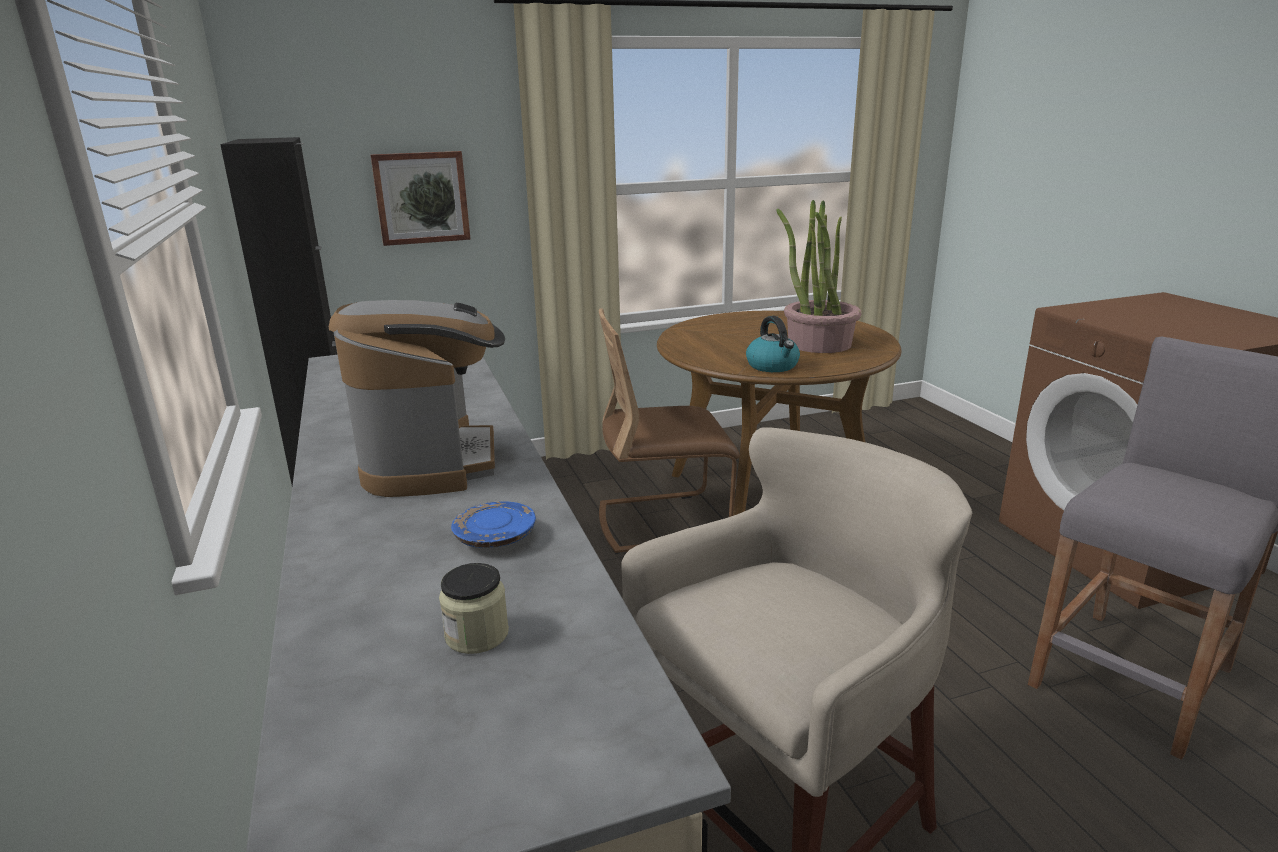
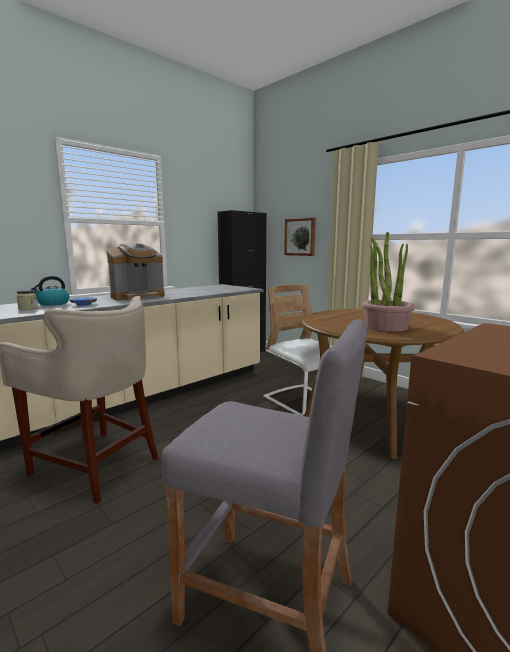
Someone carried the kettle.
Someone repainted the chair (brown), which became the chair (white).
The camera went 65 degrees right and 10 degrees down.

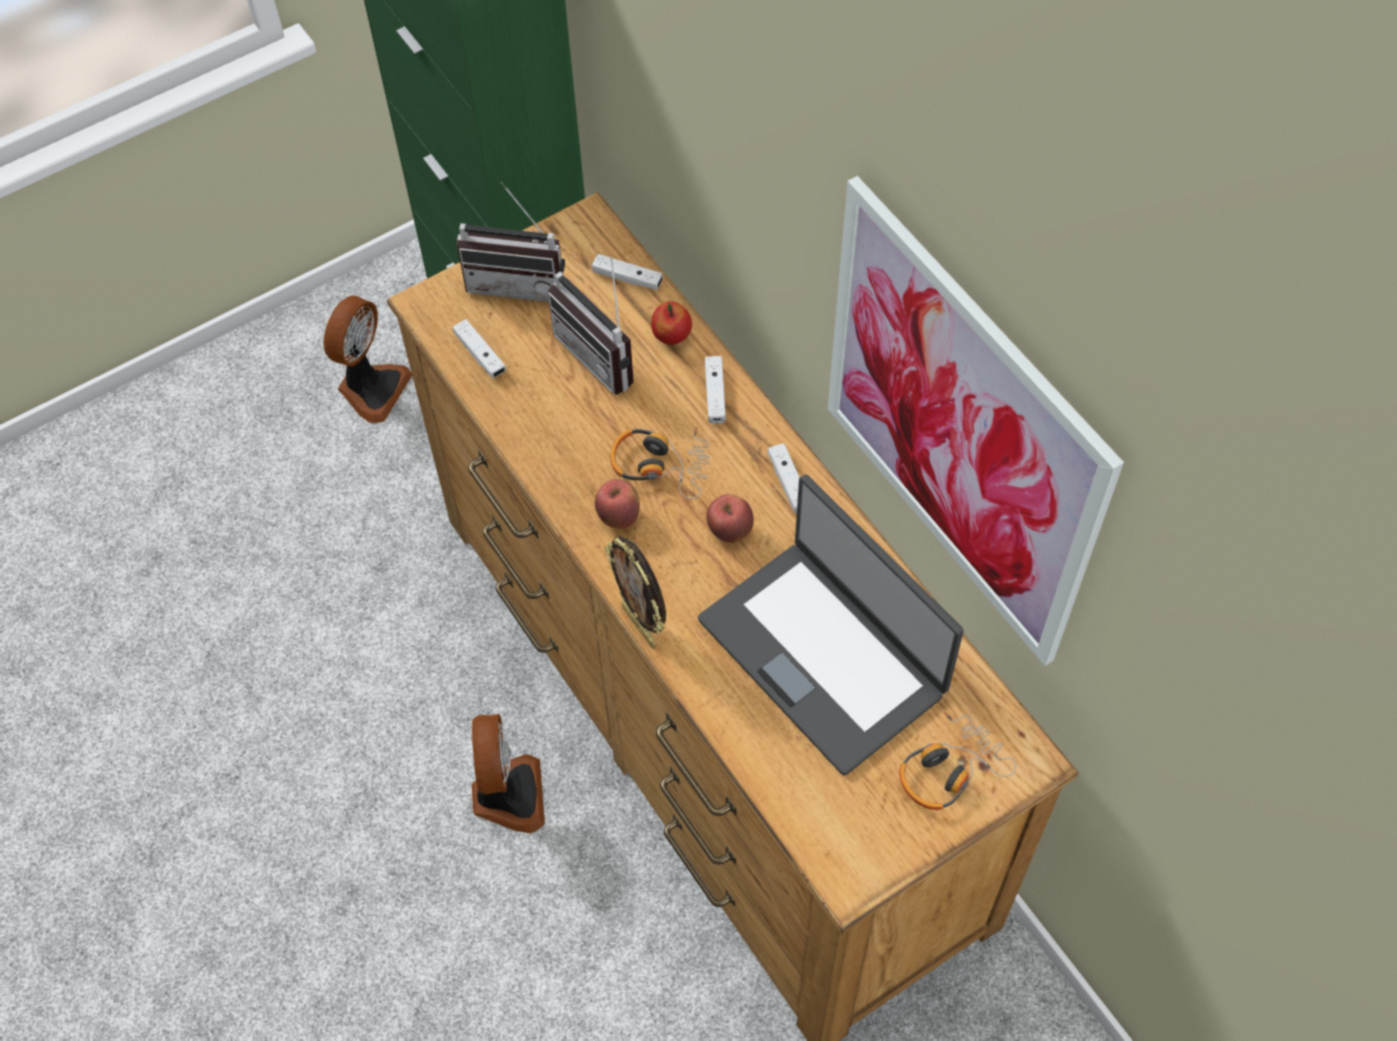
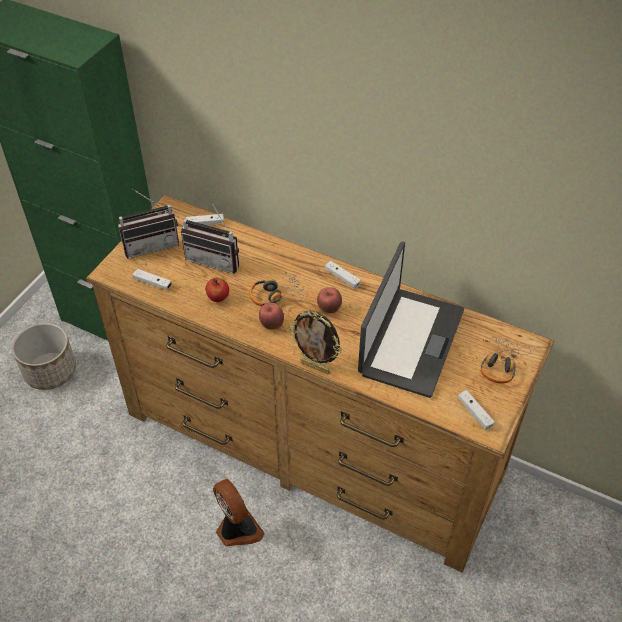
Someone took away the picture.
Someone carried the apple (2nd from left in the first image).
Someone carried the game controller (white) (3rd from left in the first image).
Someone swapped the fan (1st from left) for the planter.
Someone rotated the laptop by 90 degrees counterclockwise.
The camera went 30 degrees left and 10 degrees down.

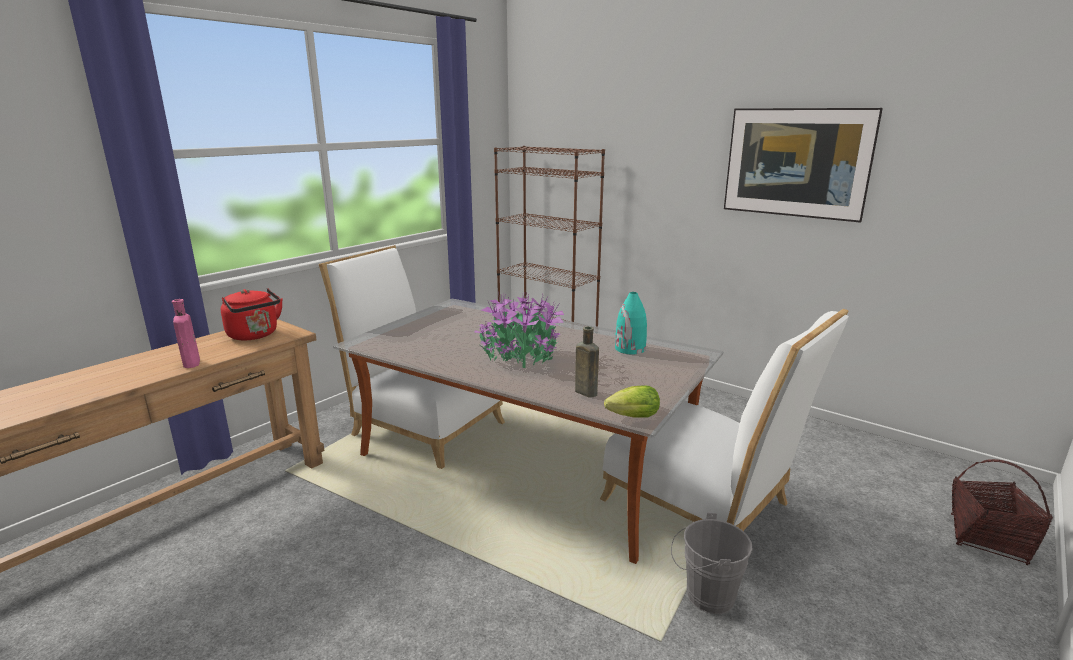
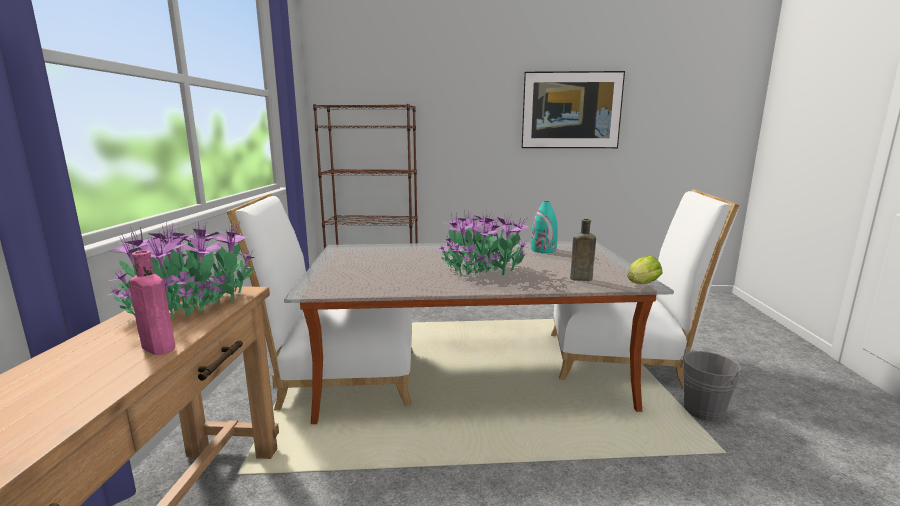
Someone took away the basket.
Someone swapped the kettle (red) for the potted plant (1st from left).
The camera went 35 degrees left and 5 degrees down.

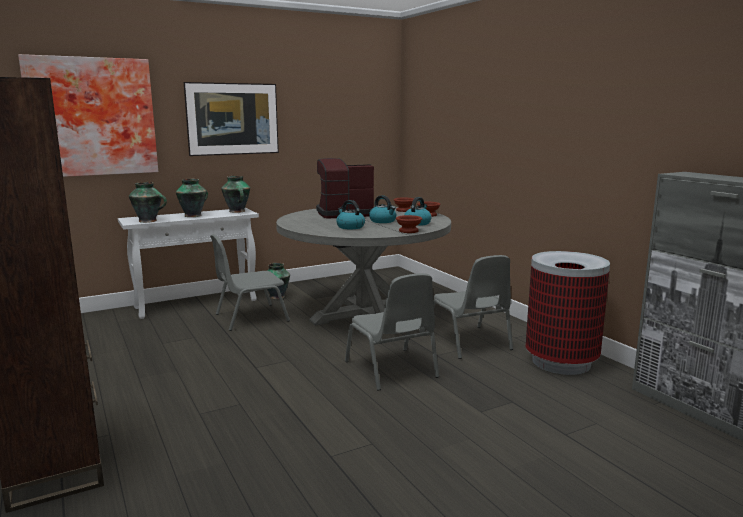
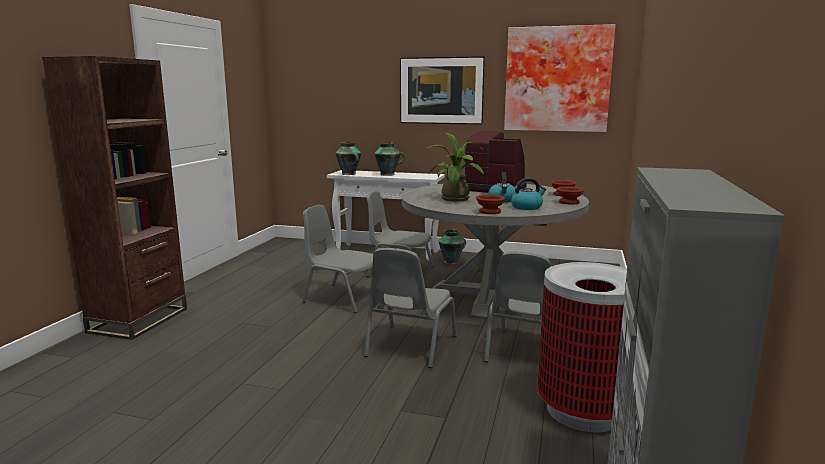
Someone took away the vase (3rd from left).
Someone put down the chair (grey) (1st from left).
Someone carried the picture (1st from left in the first image).
Someone swapped the kettle (1st from left) for the potted plant.
The camera went 45 degrees right and 0 degrees up.

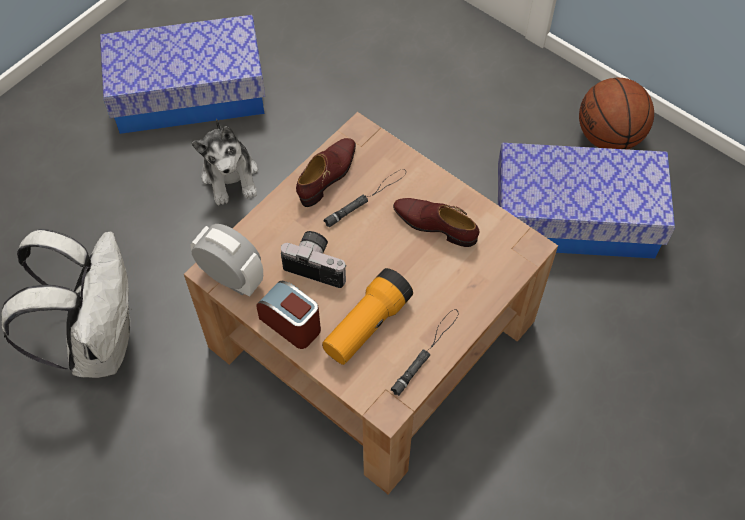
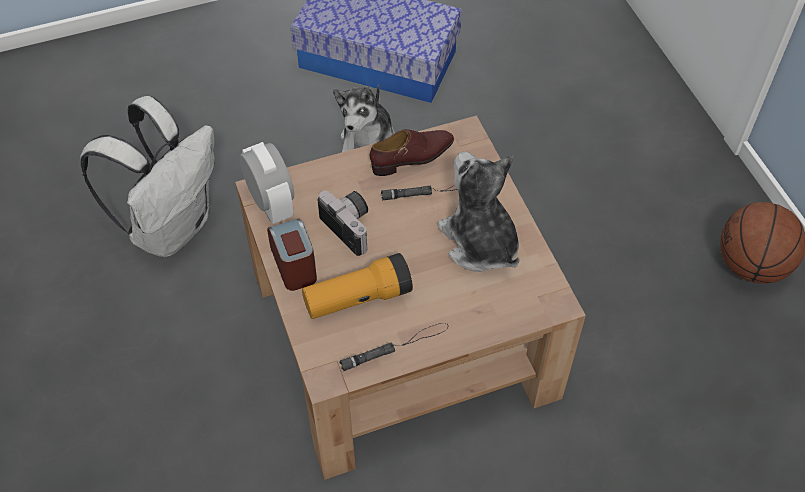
Someone took away the storage box (2nd from left).
Someone swapped the shoe (brown) (2nd from left) for the plush toy (2nd from left).
The camera went 30 degrees right and 5 degrees down.

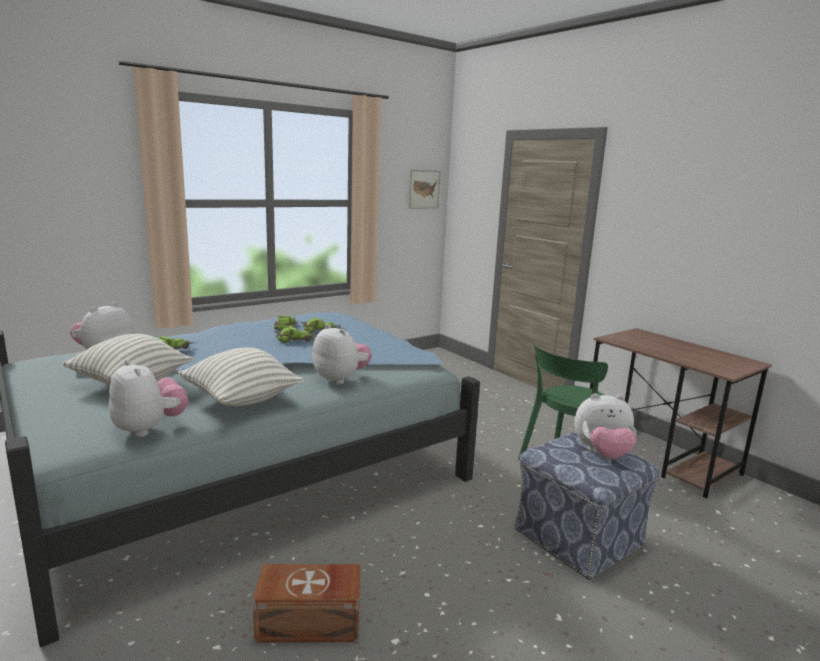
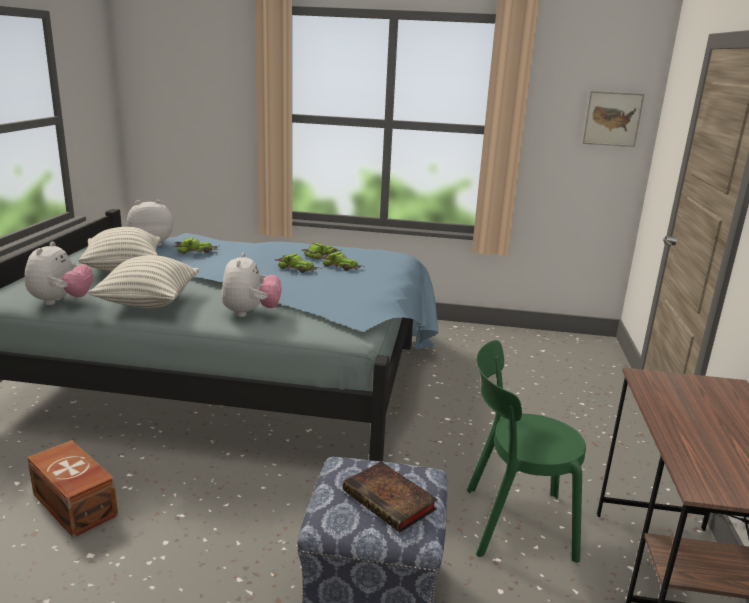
Someone swapped the plush toy (4th from left) for the book.
The camera went 45 degrees right and 5 degrees up.

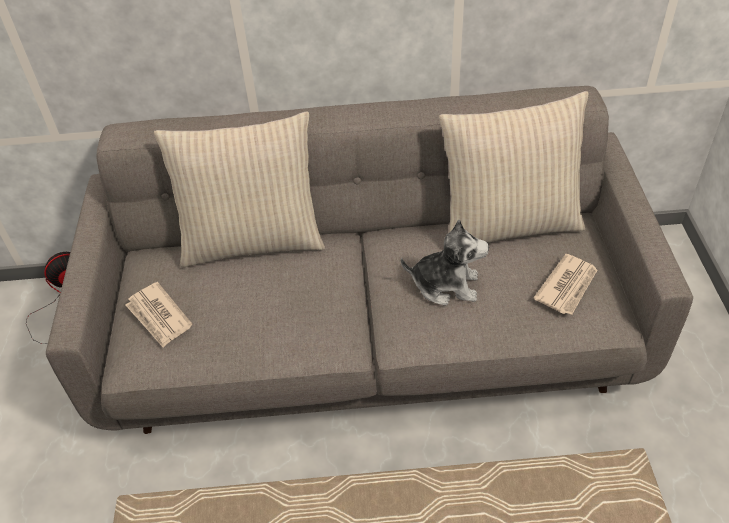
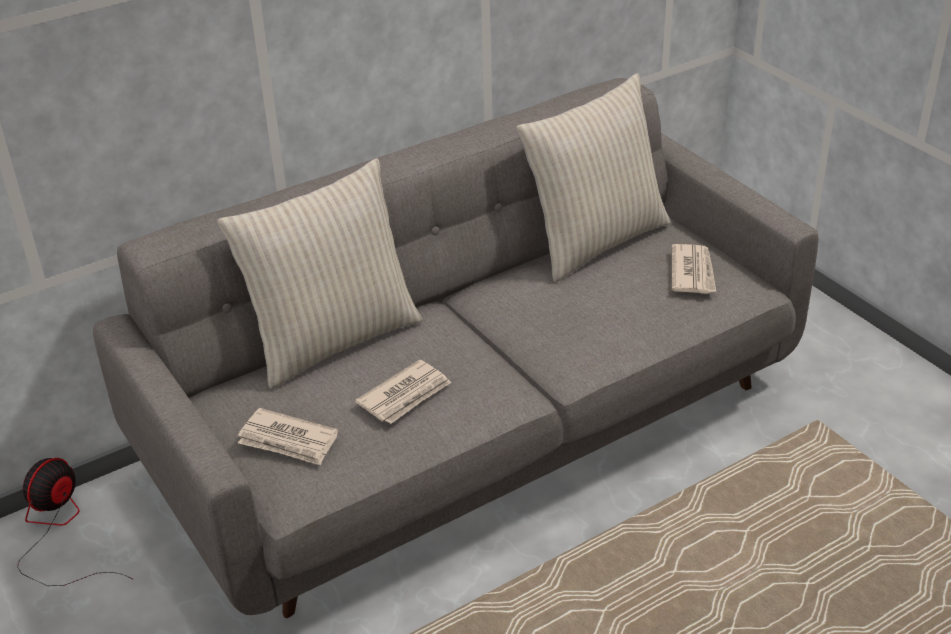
Someone took away the plush toy.
Someone put down the newspaper (2nd from left).
The camera went 30 degrees left and 10 degrees down.

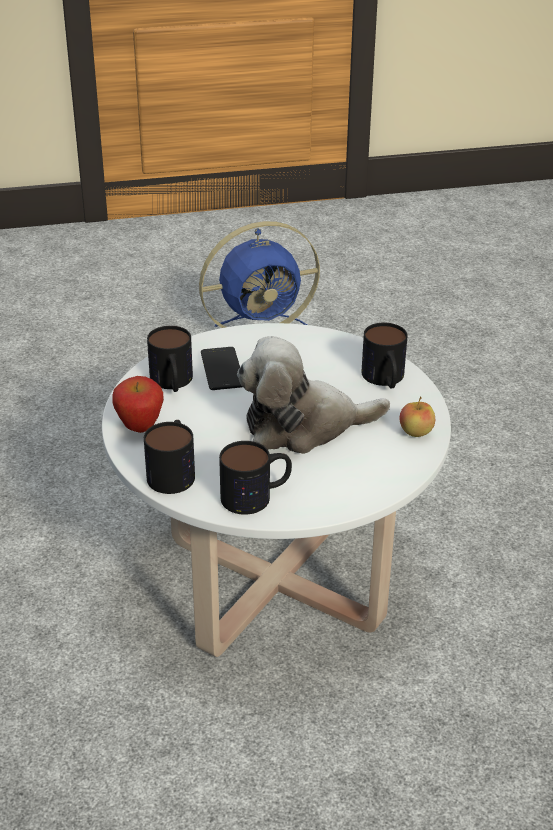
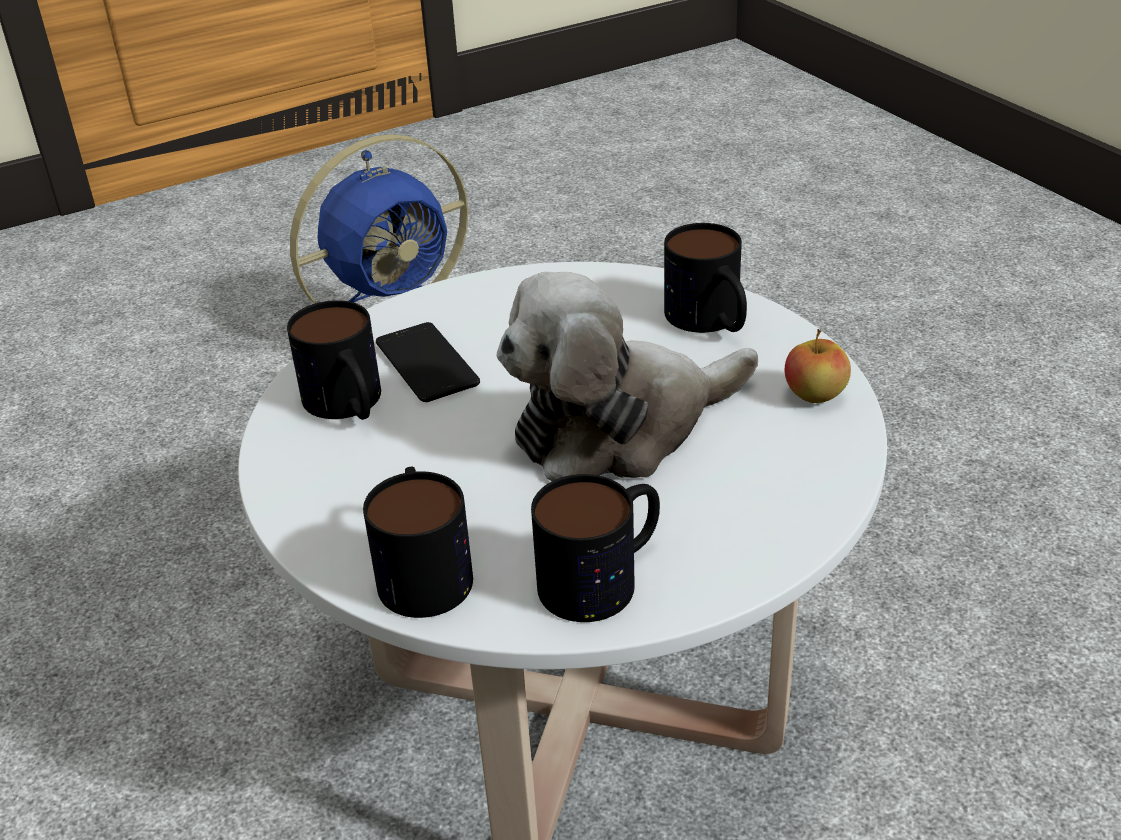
Someone took away the apple (1st from left).
The camera went 15 degrees left and 0 degrees up.

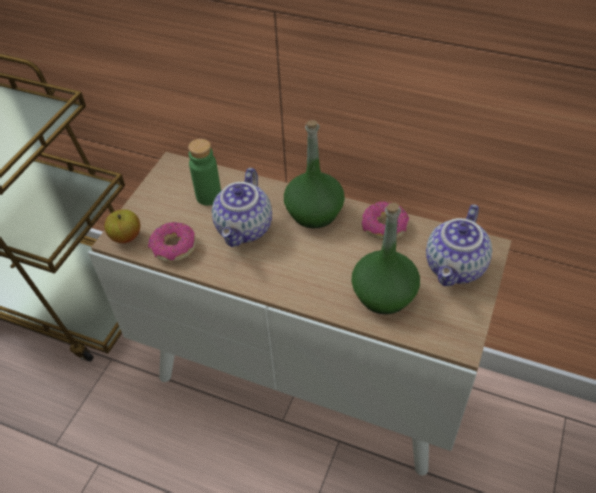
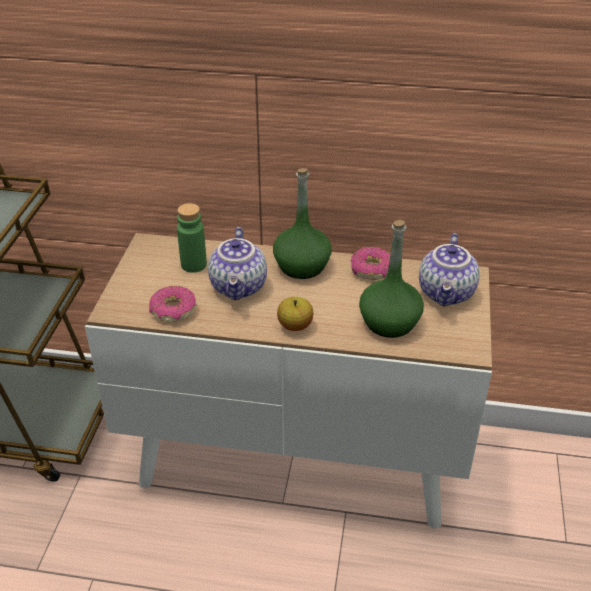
Someone carried the apple.
The camera went 15 degrees left and 10 degrees down.

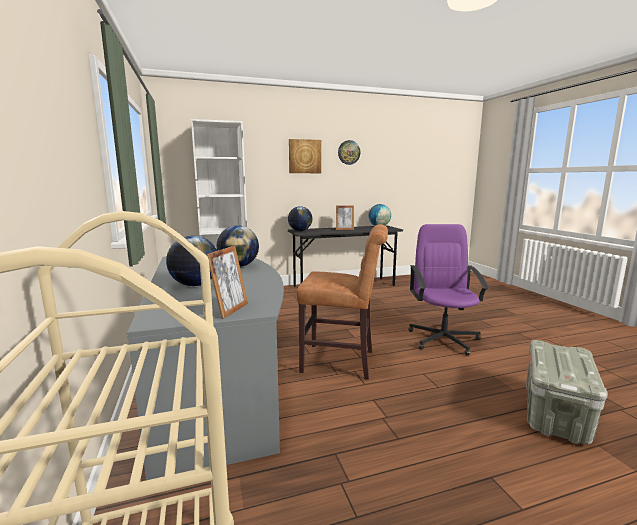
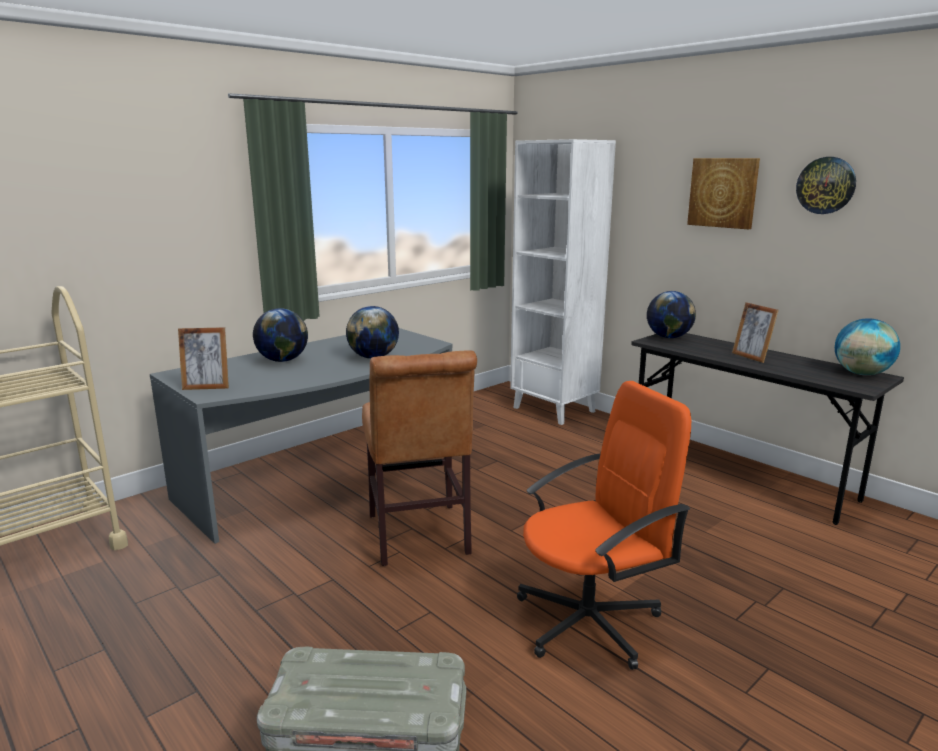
Someone repainted the office chair (purple), which became the office chair (orange).
The camera went 65 degrees right and 5 degrees up.

